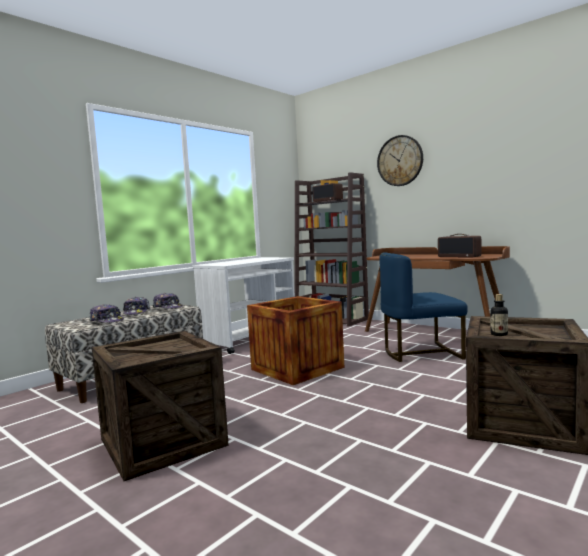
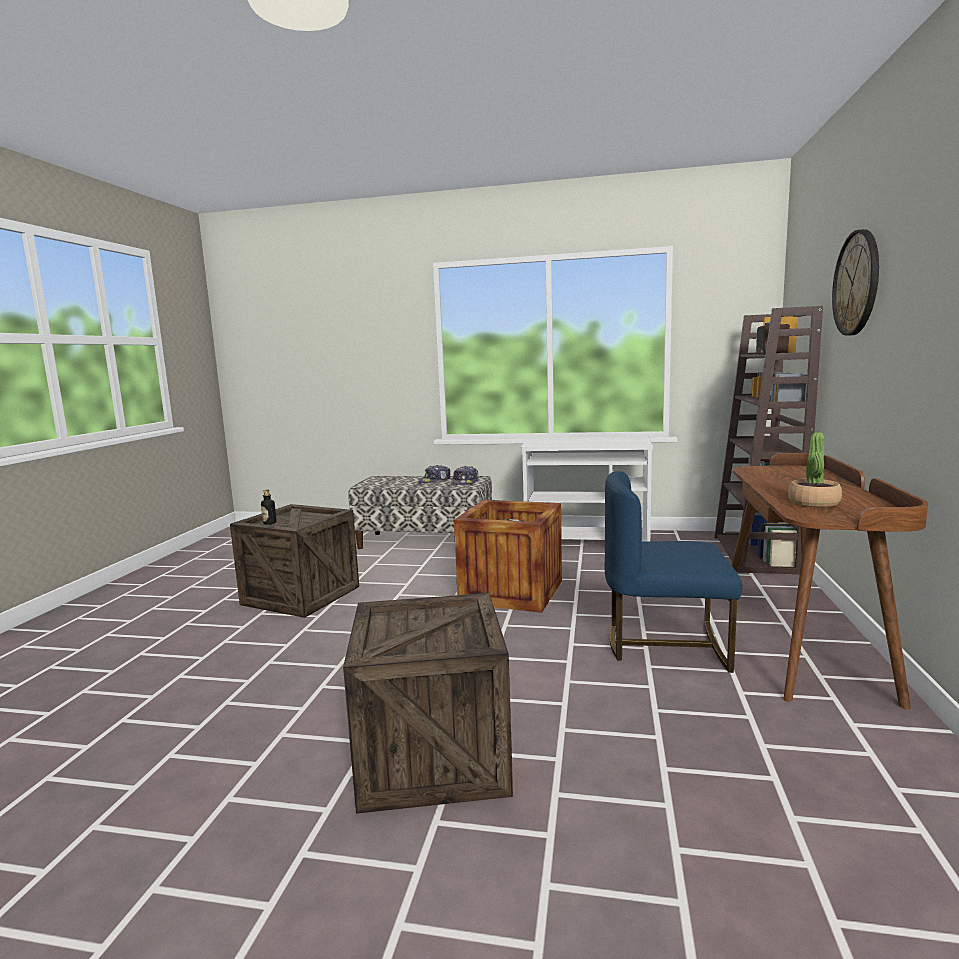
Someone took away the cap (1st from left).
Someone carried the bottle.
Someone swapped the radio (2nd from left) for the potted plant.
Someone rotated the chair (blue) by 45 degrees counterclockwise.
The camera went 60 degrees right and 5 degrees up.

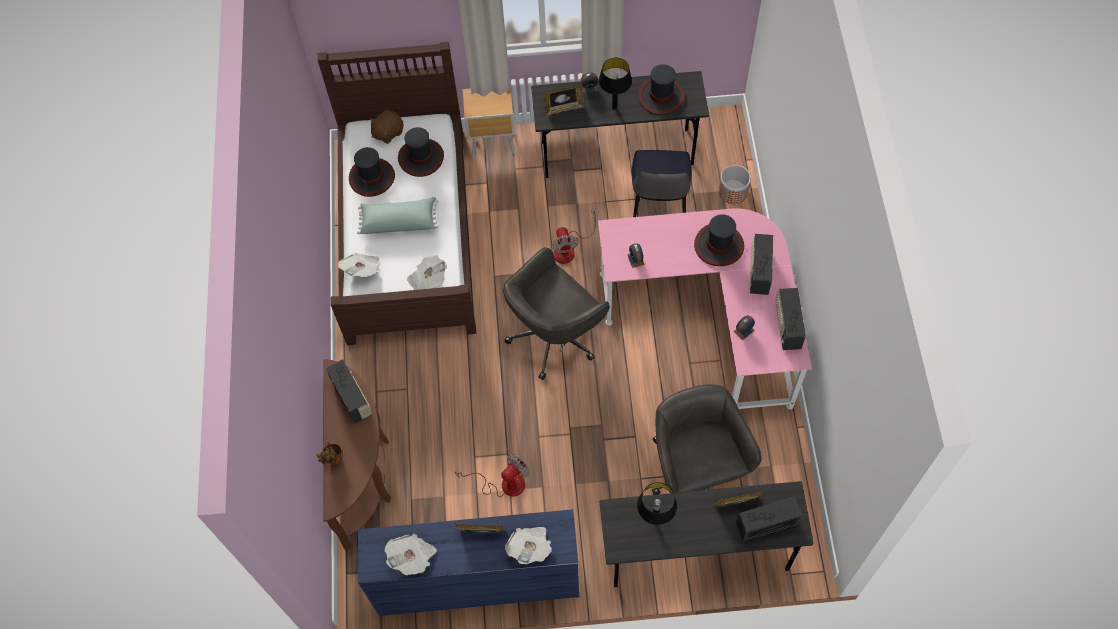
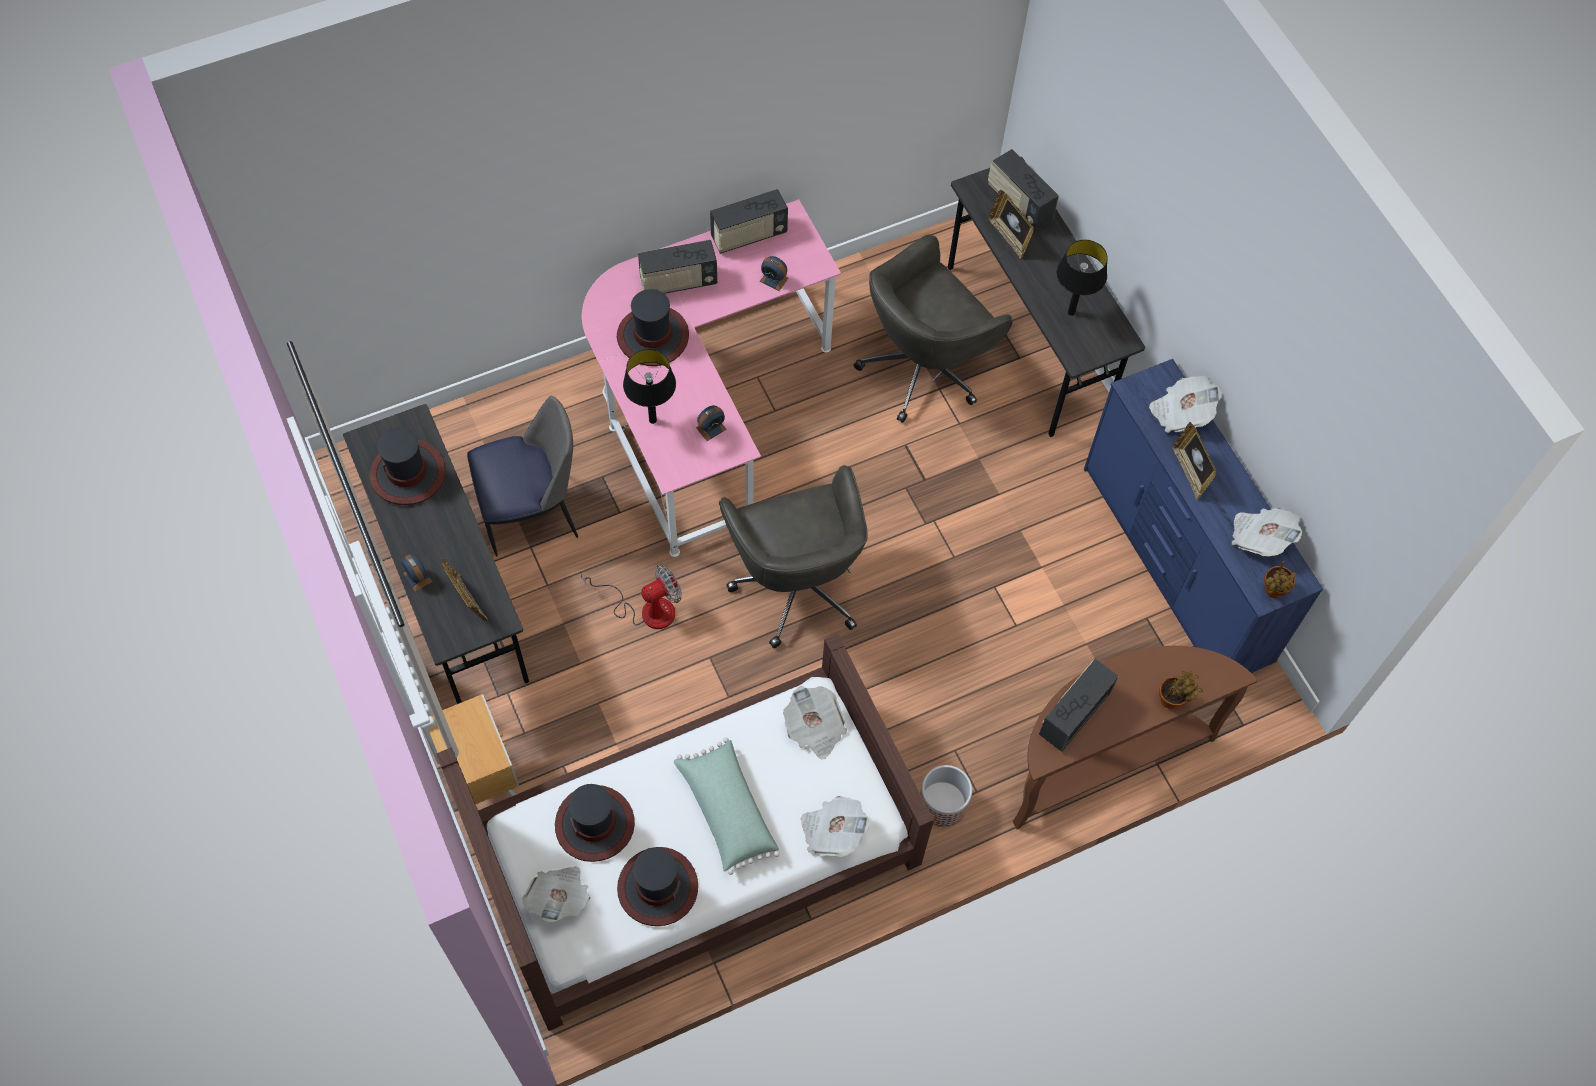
Someone took away the fan (1st from left).
Someone put down the potted plant (2nd from left).
Someone carried the table lamp (black) (1st from left).
Someone carried the planter.
Someone swapped the plush toy (brown) for the newspaper (1st from left).
Someone rotated the office chair (grey) (1st from left) by 45 degrees clockwise.
The camera went 115 degrees left and 0 degrees up.

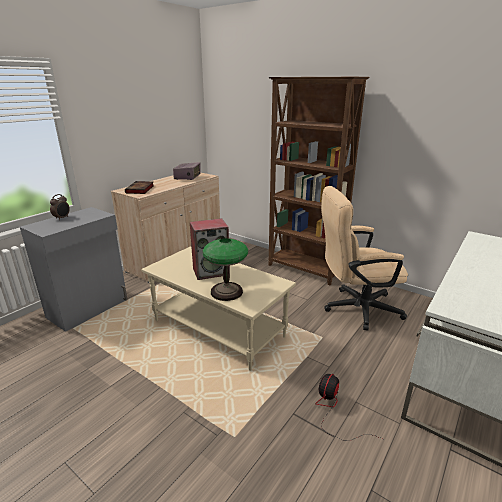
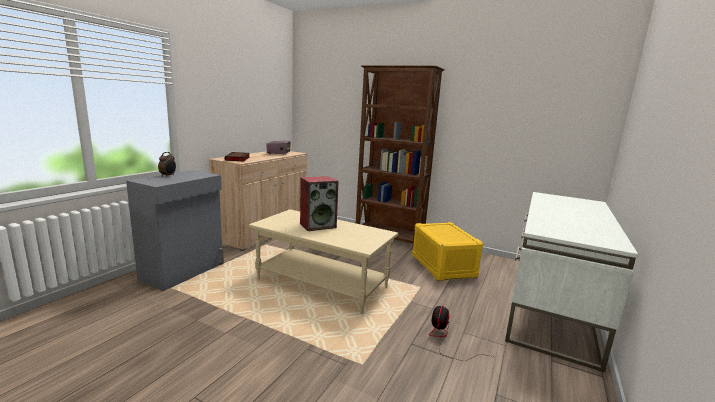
Someone took away the table lamp.
Someone swapped the office chair (beige) for the storage box (yellow).
The camera went 10 degrees left and 10 degrees down.

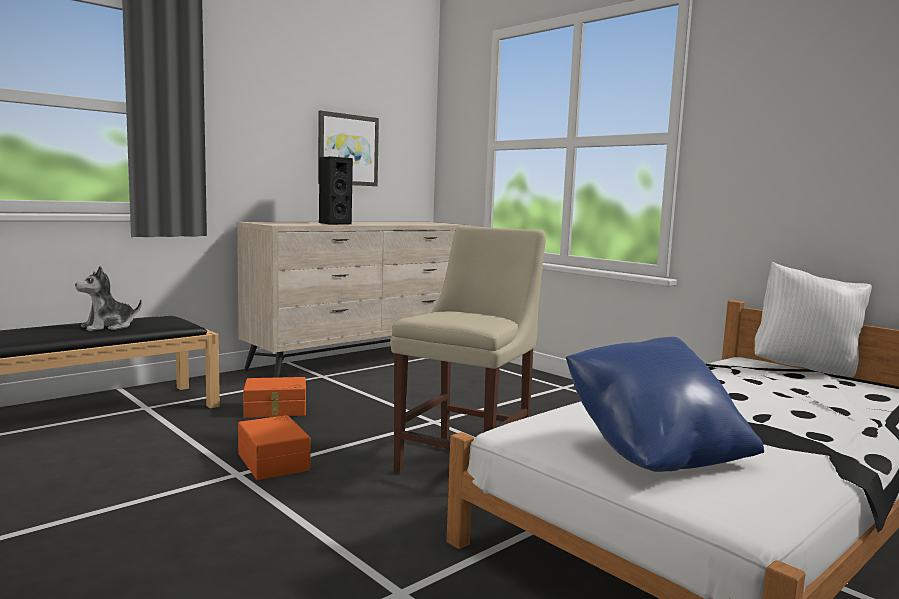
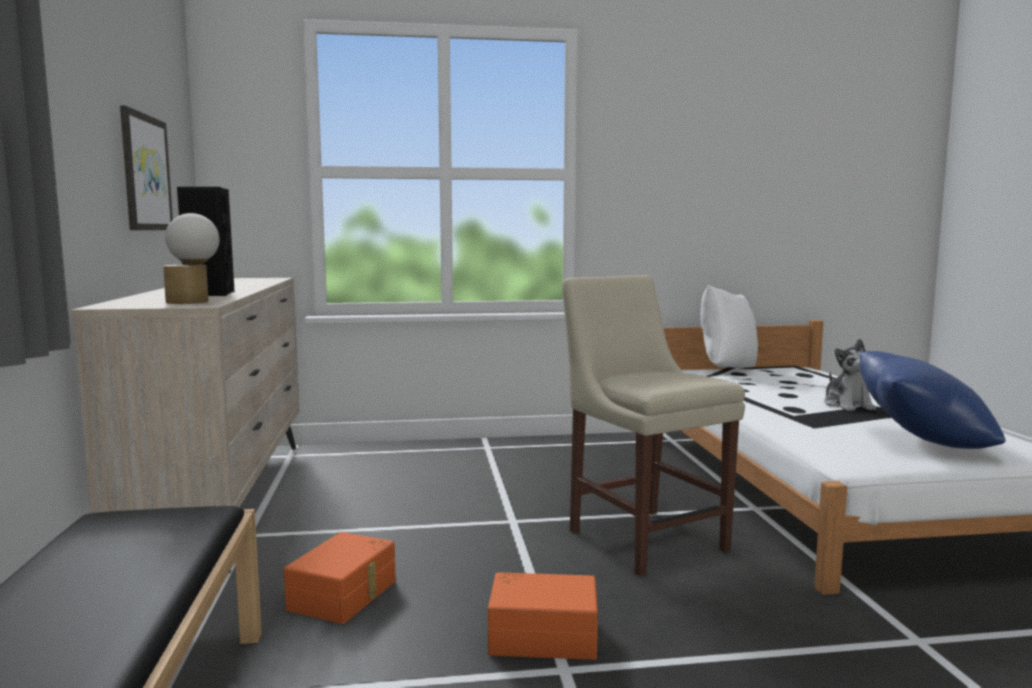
Someone put down the table lamp.
Someone carried the plush toy.
The camera went 55 degrees left and 0 degrees up.

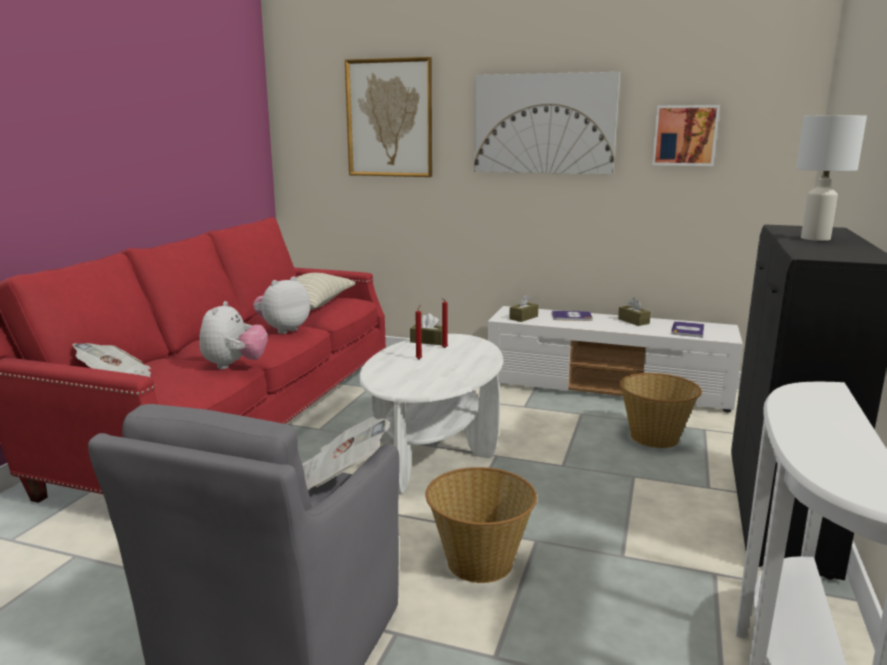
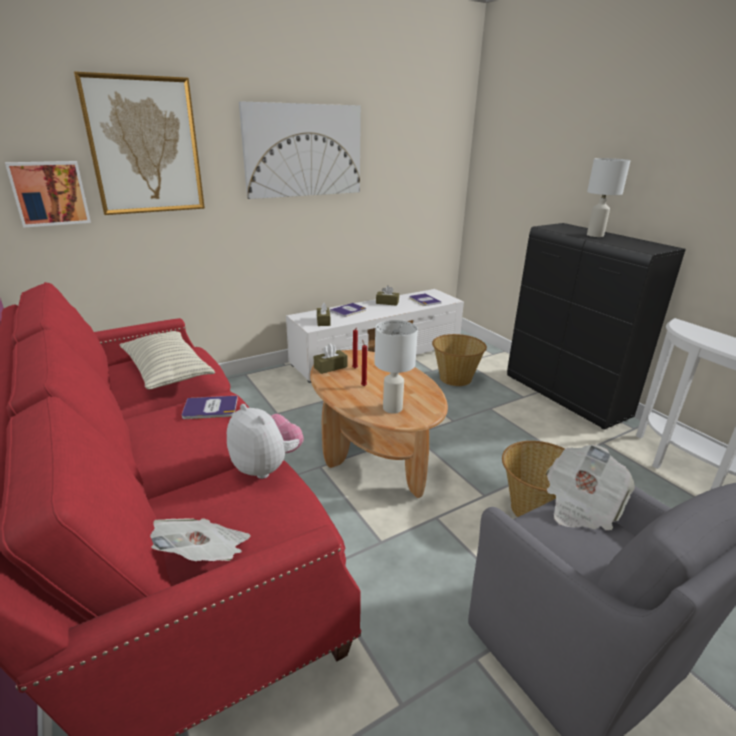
Someone put down the table lamp (white) (1st from left).
Someone carried the picture (3rd from left in the first image).
Someone swapped the plush toy (2nd from left) for the book (1st from left).
Someone repainted the coffee table (white), which became the coffee table (brown).
The camera went 50 degrees left and 10 degrees up.

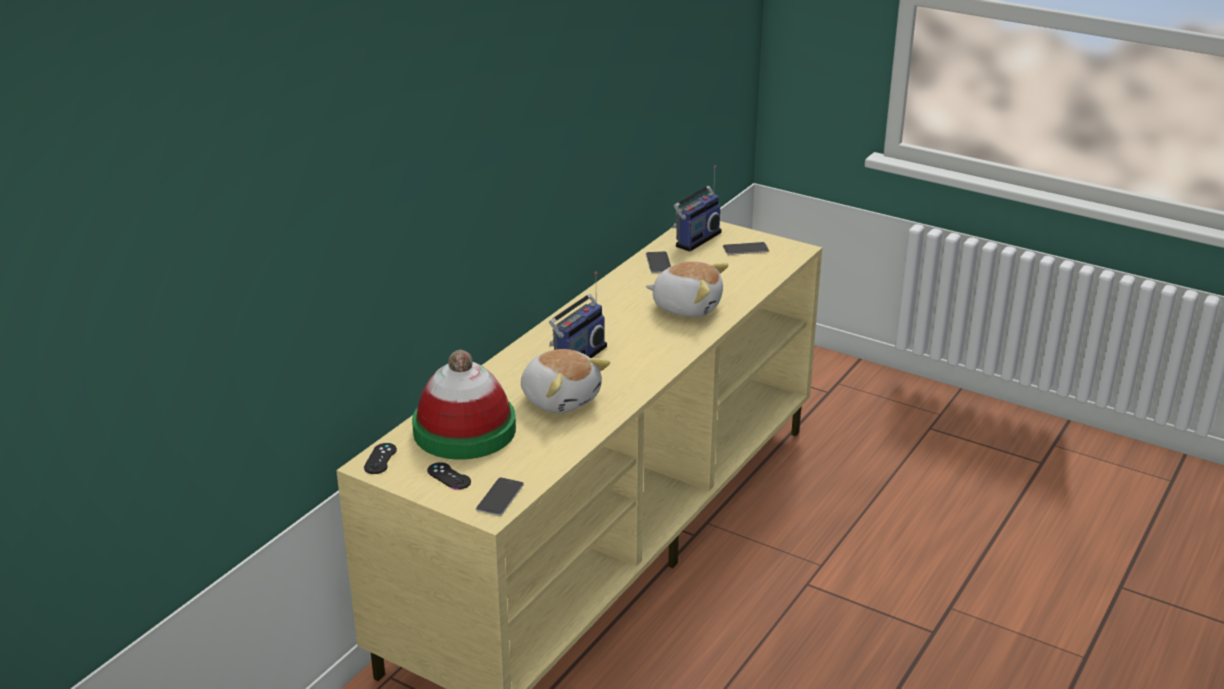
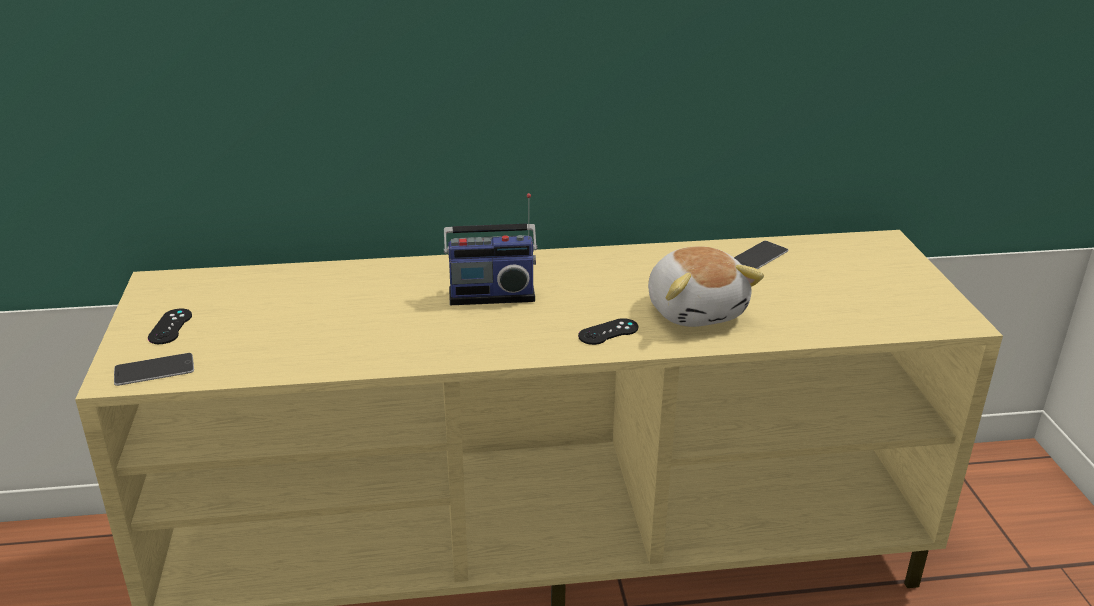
Someone took away the hat.
Someone took away the plush toy (1st from left).
Someone took away the radio (2nd from left).
Someone took away the phone (3rd from left).
Someone carried the game controller (black) (1st from left in the first image).
The camera went 50 degrees right and 0 degrees up.

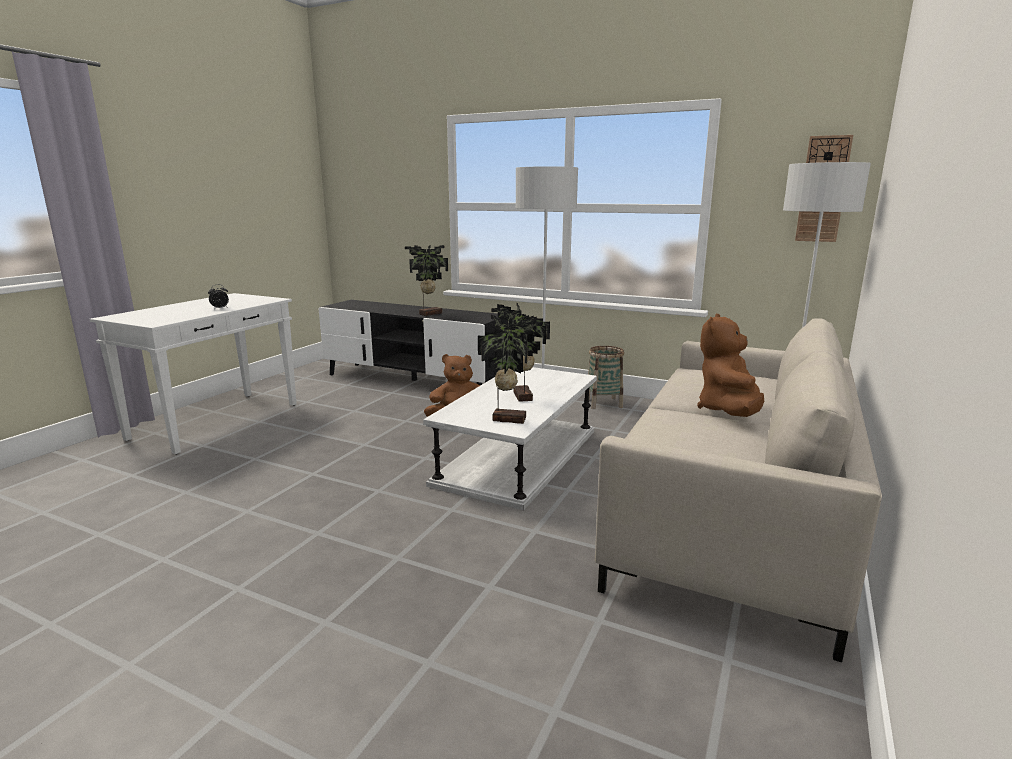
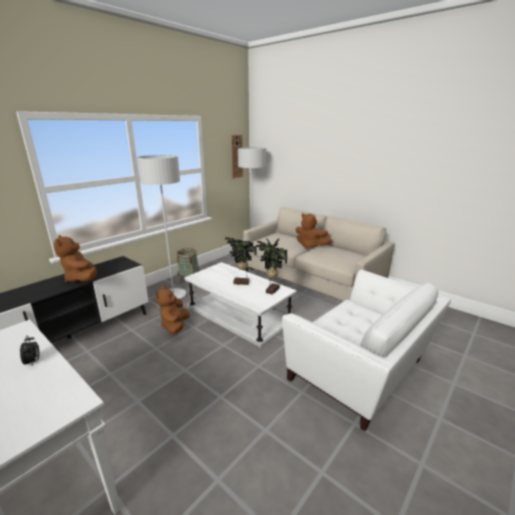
Someone put down the armchair (white).
Someone swapped the potted plant (1st from left) for the plush toy (brown) (1st from left).
The camera went 75 degrees left and 5 degrees up.

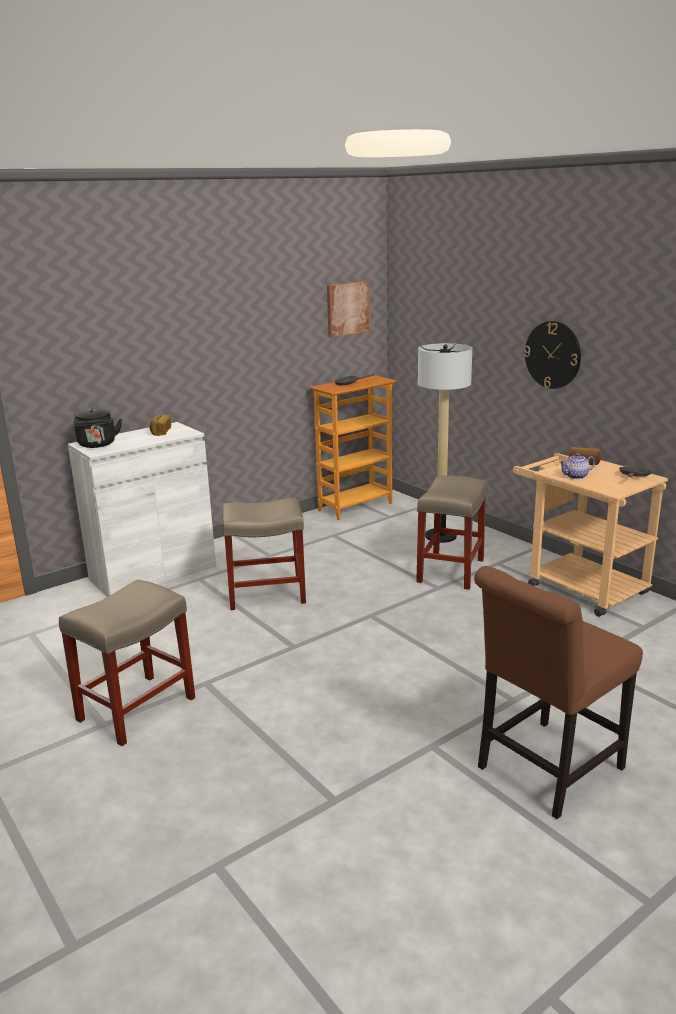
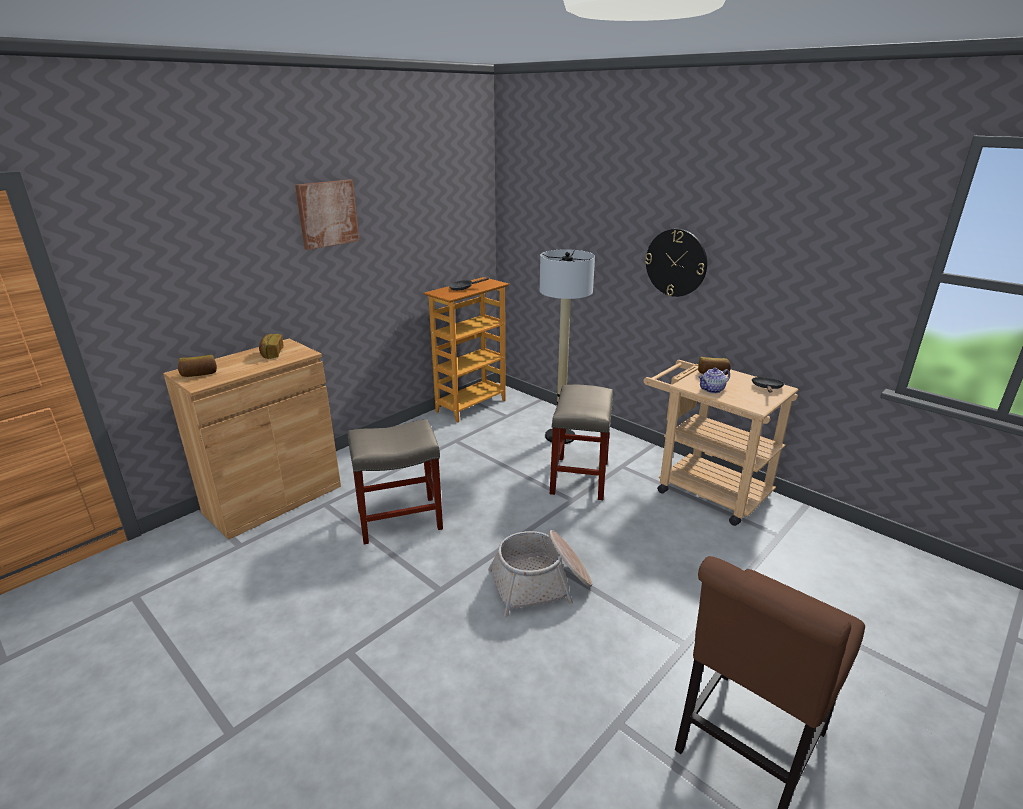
Someone took away the stool (beige) (1st from left).
Someone put down the basket.
Someone carried the picture.
Someone swapped the kettle (black) for the bread (1st from left).
Someone repainted the cabinet (white), which became the cabinet (brown).
The camera went 10 degrees left and 5 degrees up.

